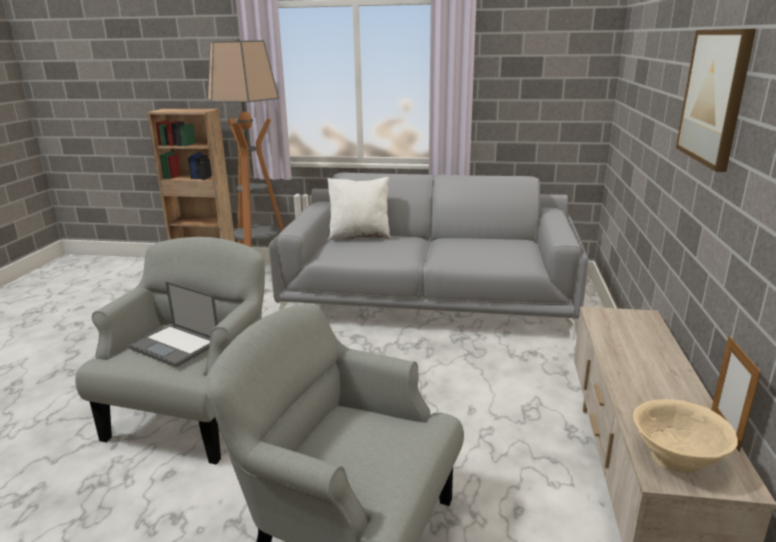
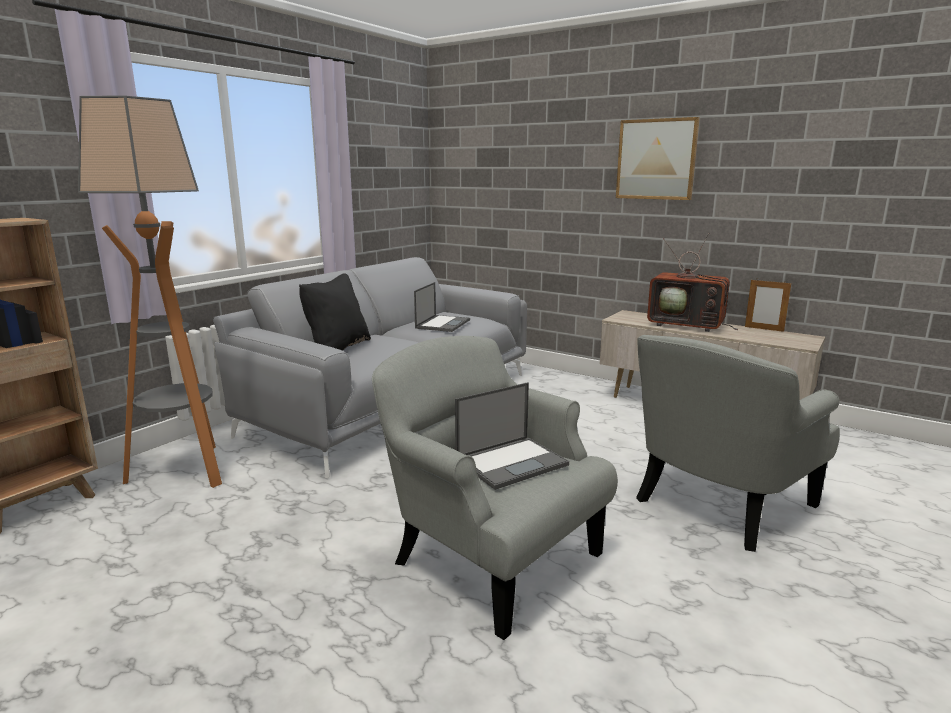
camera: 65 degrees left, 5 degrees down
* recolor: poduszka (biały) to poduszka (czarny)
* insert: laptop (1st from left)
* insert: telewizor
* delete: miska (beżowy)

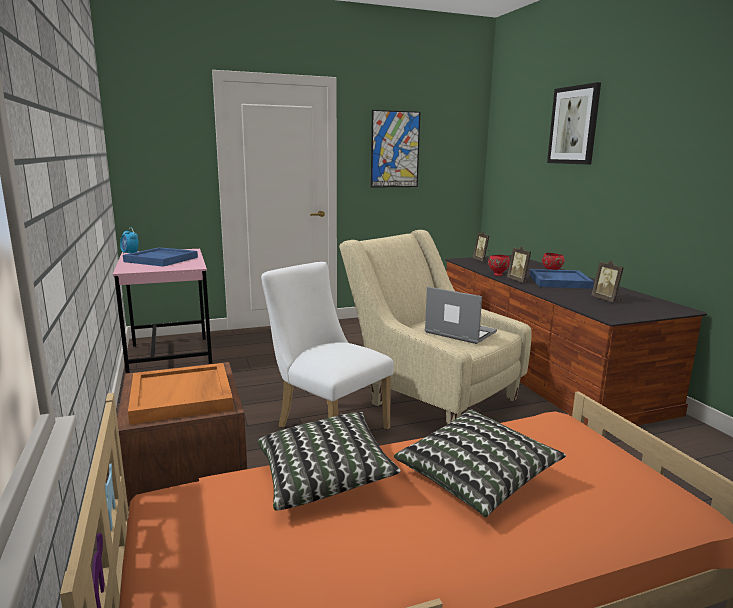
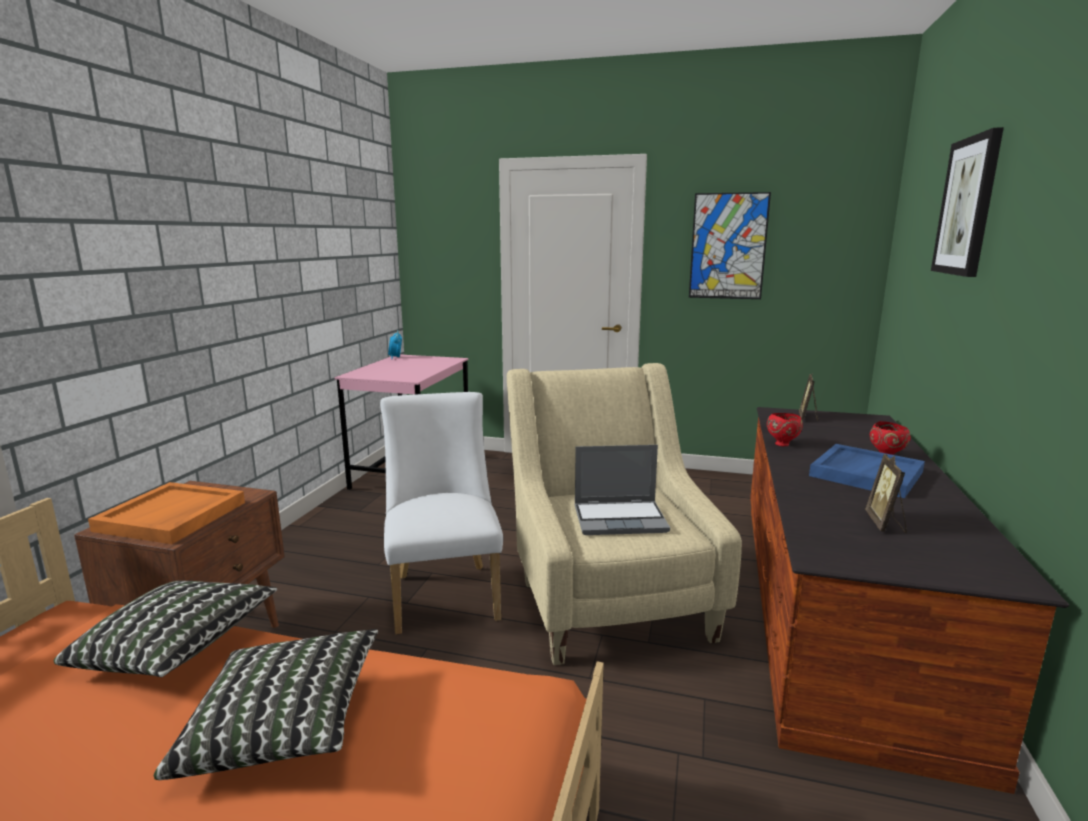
camera: 35 degrees right, 0 degrees up
* rotate: laptop 105 degrees clockwise
* delete: taca (niebieski) (1st from left)
* delete: ramka na zdjęcie (2nd from left)

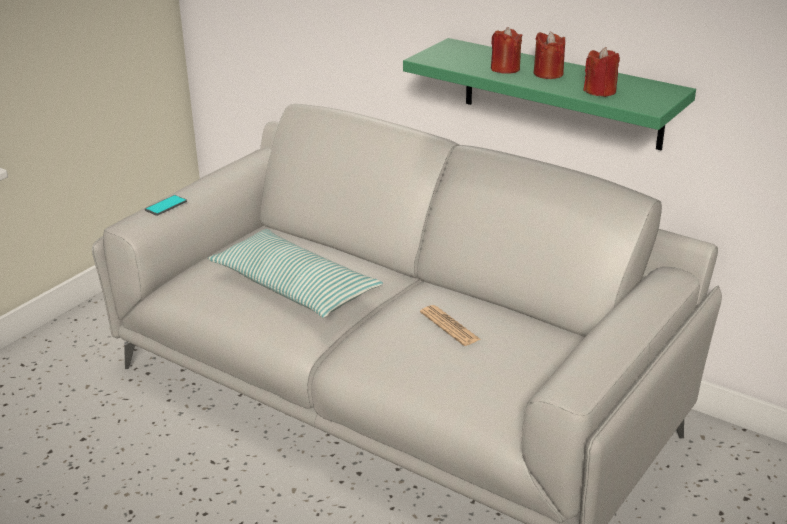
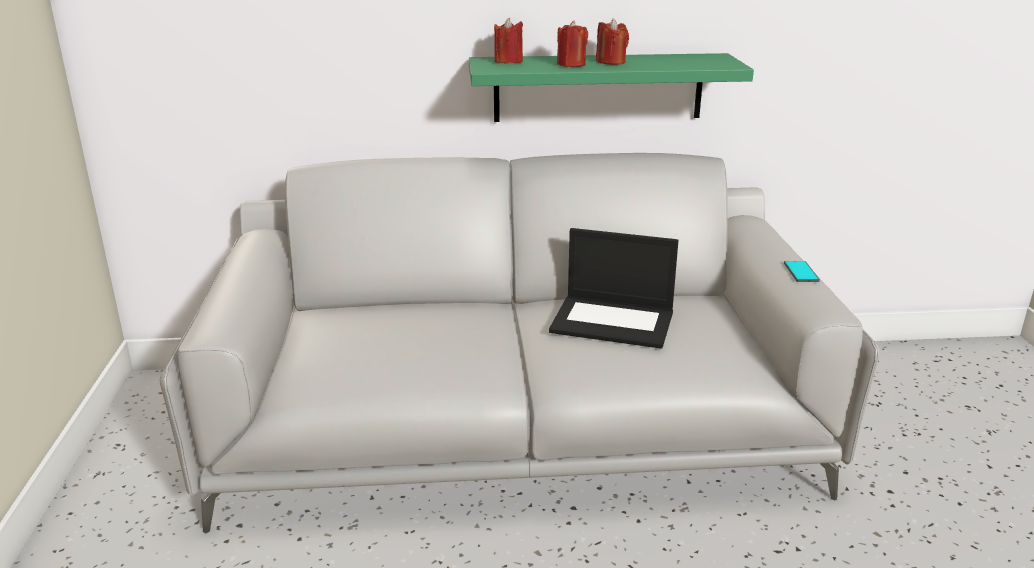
camera: 40 degrees left, 5 degrees down
* move: świeca (czerwony) (3rd from left in the first image) to świeca (czerwony) (1st from left)
* replace: gazeta to laptop
* move: telefon
* delete: poduszka

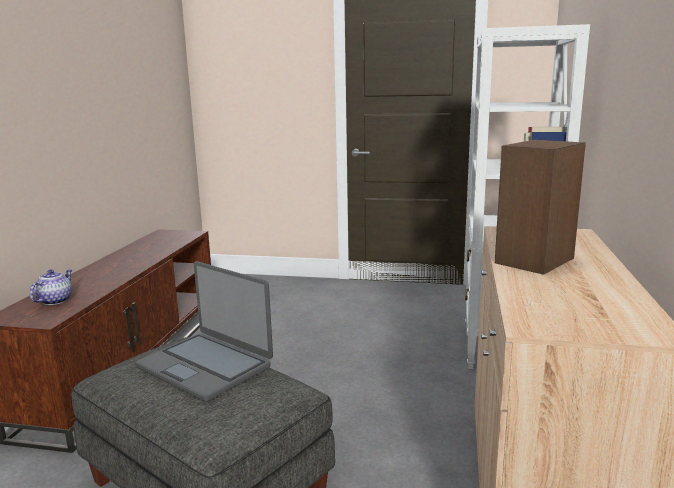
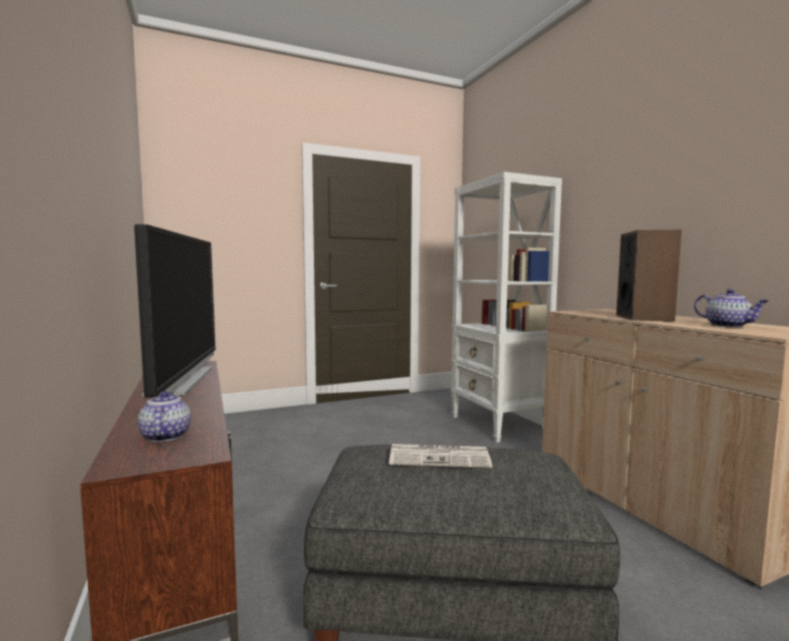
camera: 35 degrees left, 10 degrees down
* insert: telewizor
* replace: laptop to gazeta
* insert: imbryk (2nd from left)

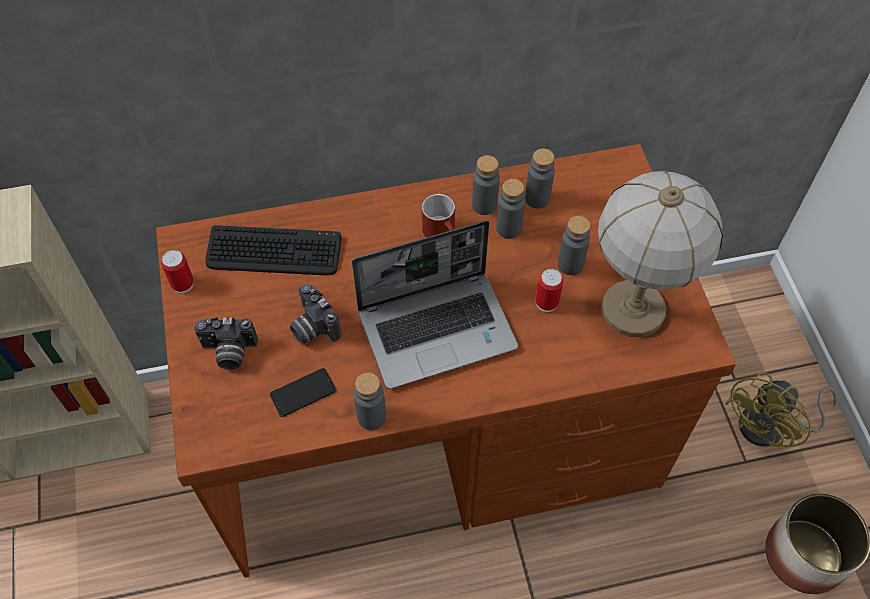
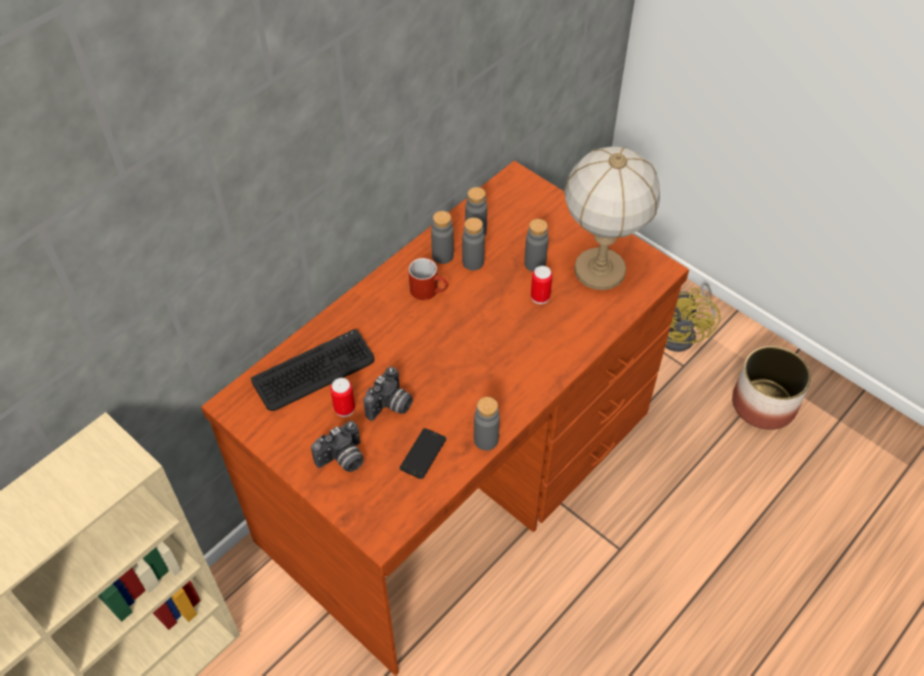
camera: 35 degrees left, 5 degrees down
* move: puszka (1st from left)
* rotate: aparat fotograficzny (2nd from left) 75 degrees counterclockwise
* delete: laptop

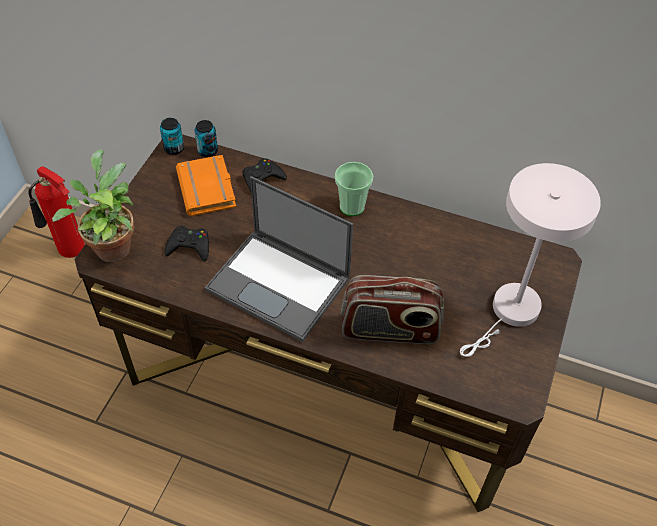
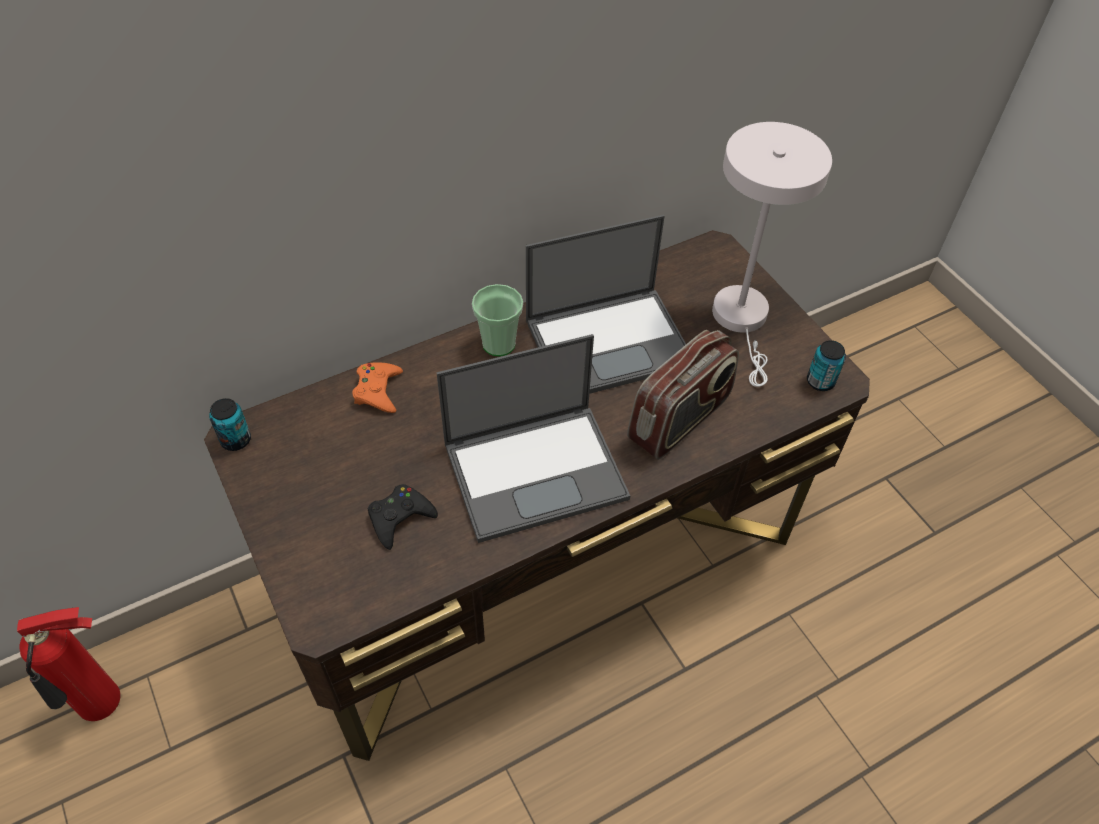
camera: 50 degrees left, 0 degrees up
* recolor: pad do gier (czarny) (2nd from left) to pad do gier (pomarańczowy)
* insert: laptop (2nd from left)
* move: puszka (2nd from left)
* delete: roślina doniczkowa
* delete: książka (pomarańczowy)

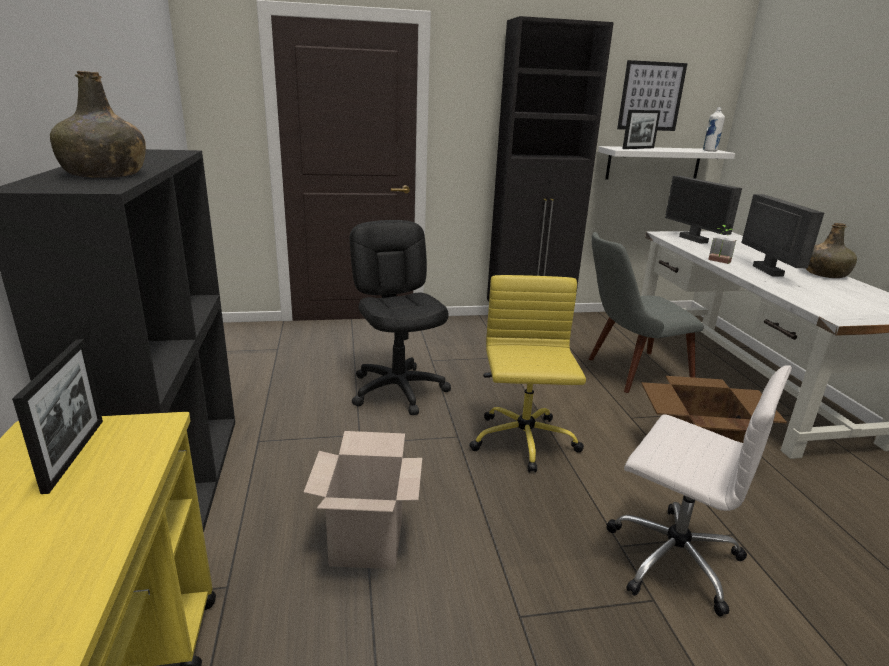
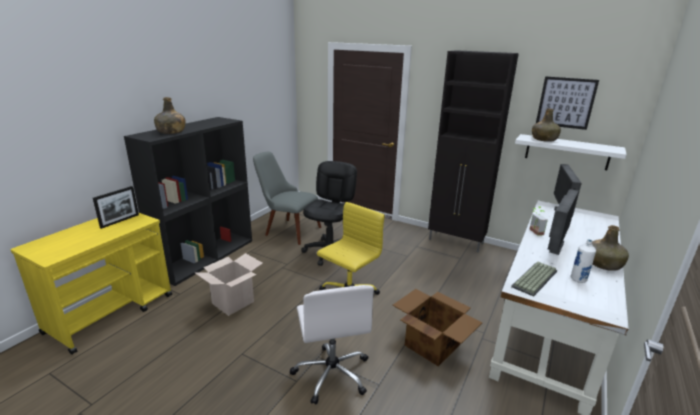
camera: 40 degrees right, 0 degrees up
* move: krzesło (szary)
* insert: klawiatura
* replace: ramka na zdjęcie (2nd from left) to butelka (zielony) (2nd from left)
* move: butelka (biały)

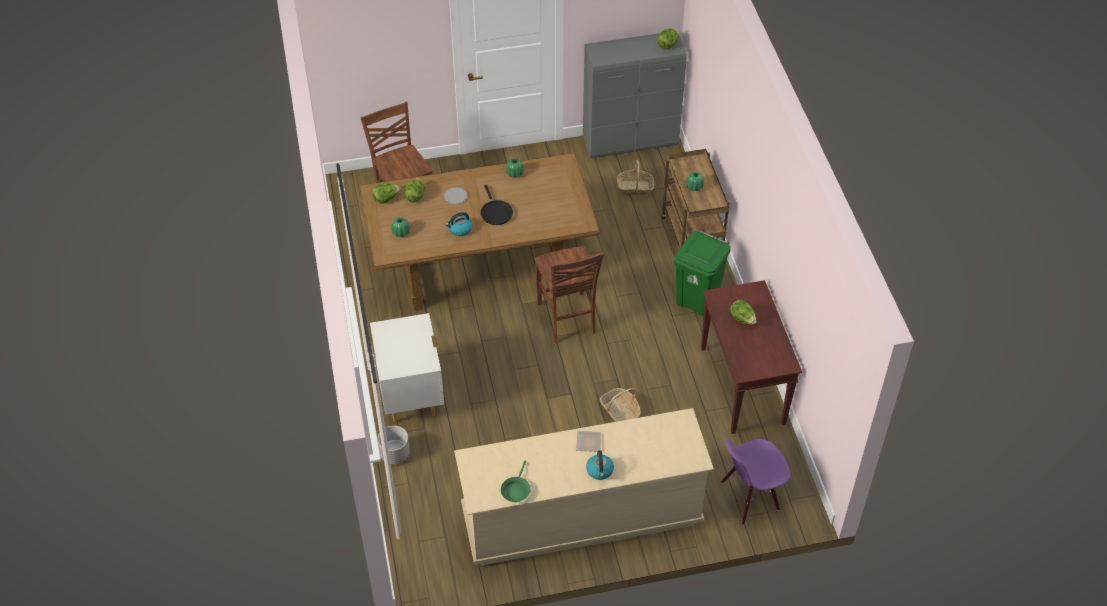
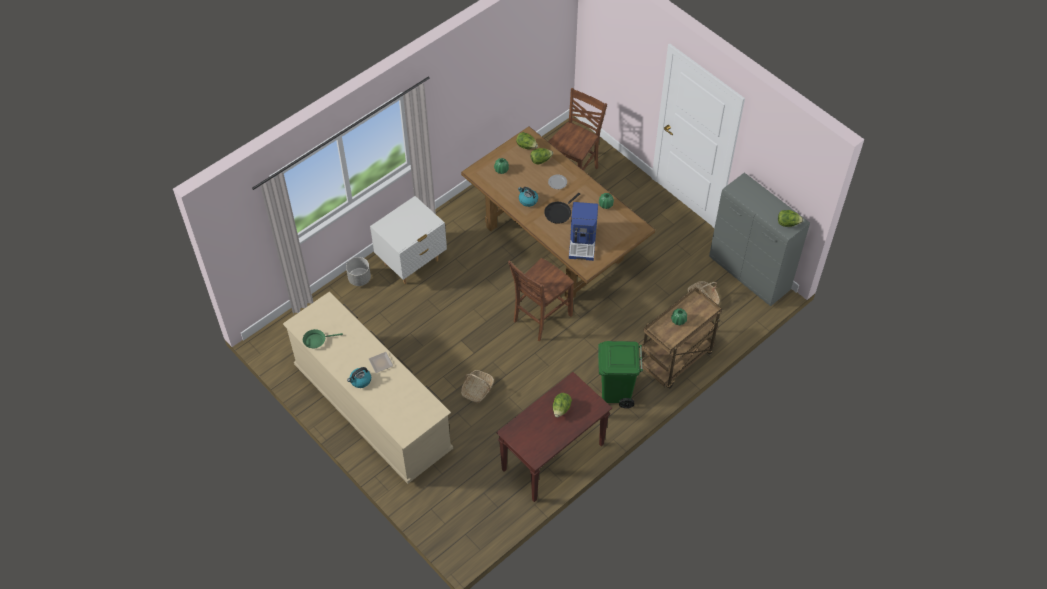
camera: 60 degrees right, 5 degrees up
* insert: ekspres do kawy
* delete: krzesło (fioletowy)

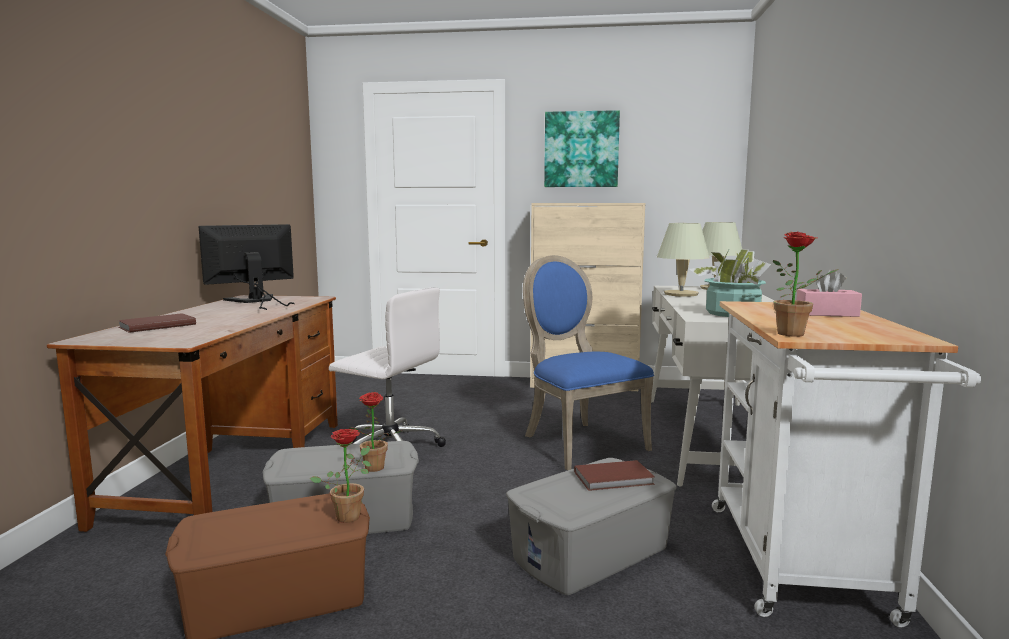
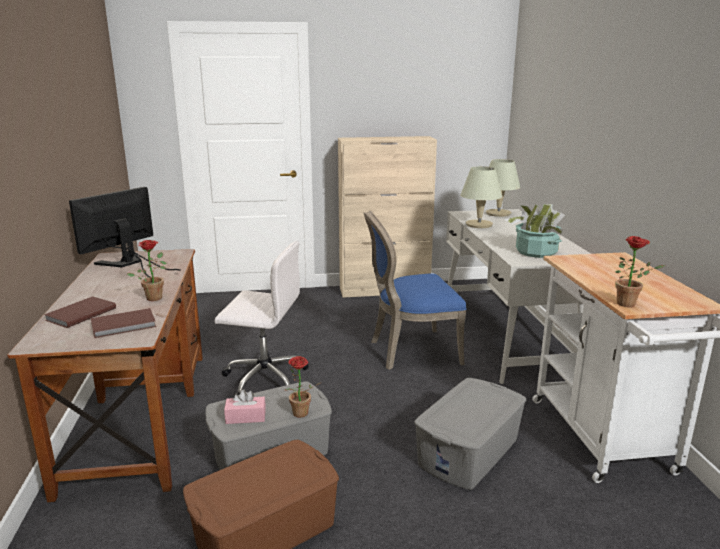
camera: 15 degrees left, 10 degrees up
* move: książka (brązowy) (2nd from left)
* move: roślina doniczkowa (1st from left)
* move: pudełko chusteczek (różowy)
* rotate: krzesło (niebieski) 60 degrees counterclockwise
* delete: obraz

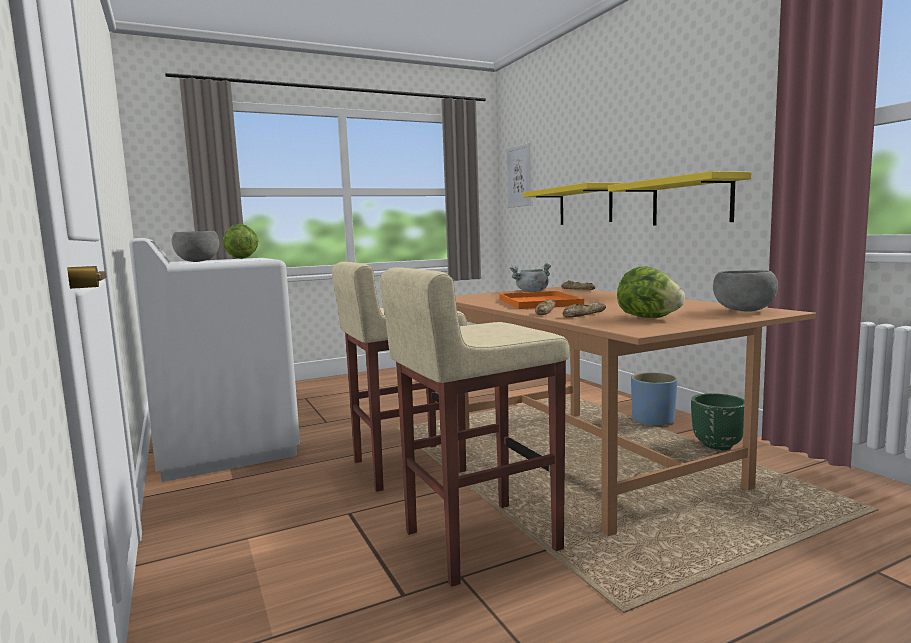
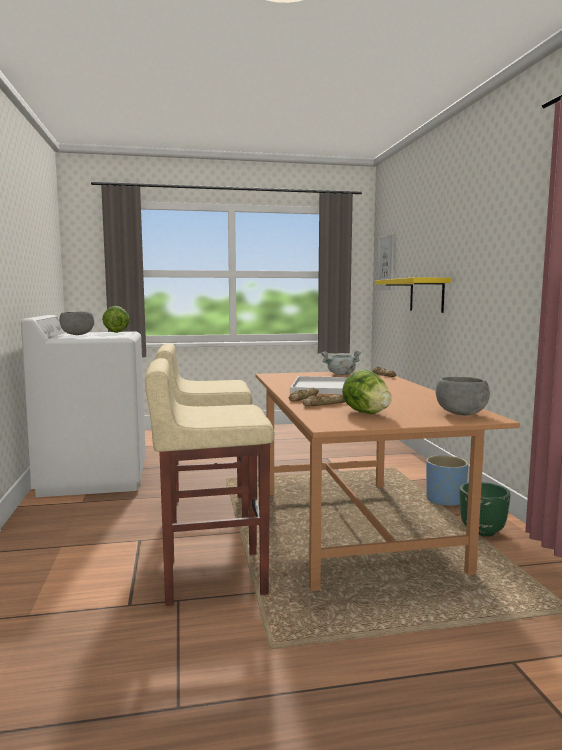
camera: 15 degrees right, 0 degrees up
* recolor: taca (pomarańczowy) to taca (biały)
* delete: półka (żółty) (2nd from left)

